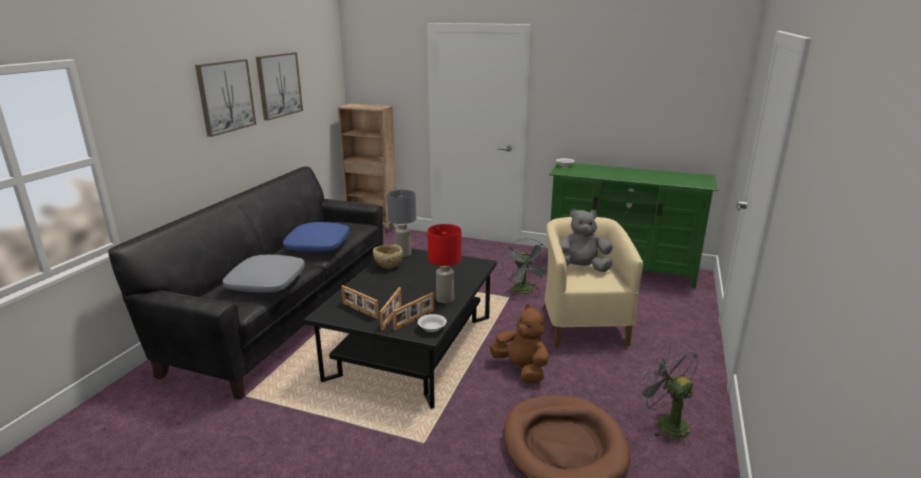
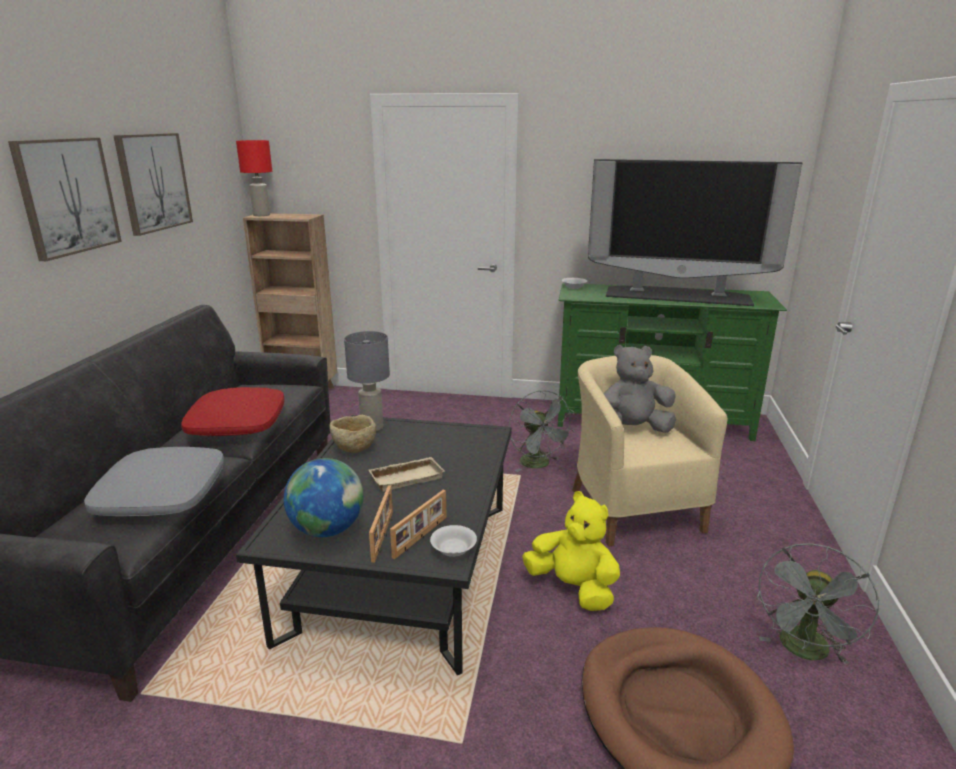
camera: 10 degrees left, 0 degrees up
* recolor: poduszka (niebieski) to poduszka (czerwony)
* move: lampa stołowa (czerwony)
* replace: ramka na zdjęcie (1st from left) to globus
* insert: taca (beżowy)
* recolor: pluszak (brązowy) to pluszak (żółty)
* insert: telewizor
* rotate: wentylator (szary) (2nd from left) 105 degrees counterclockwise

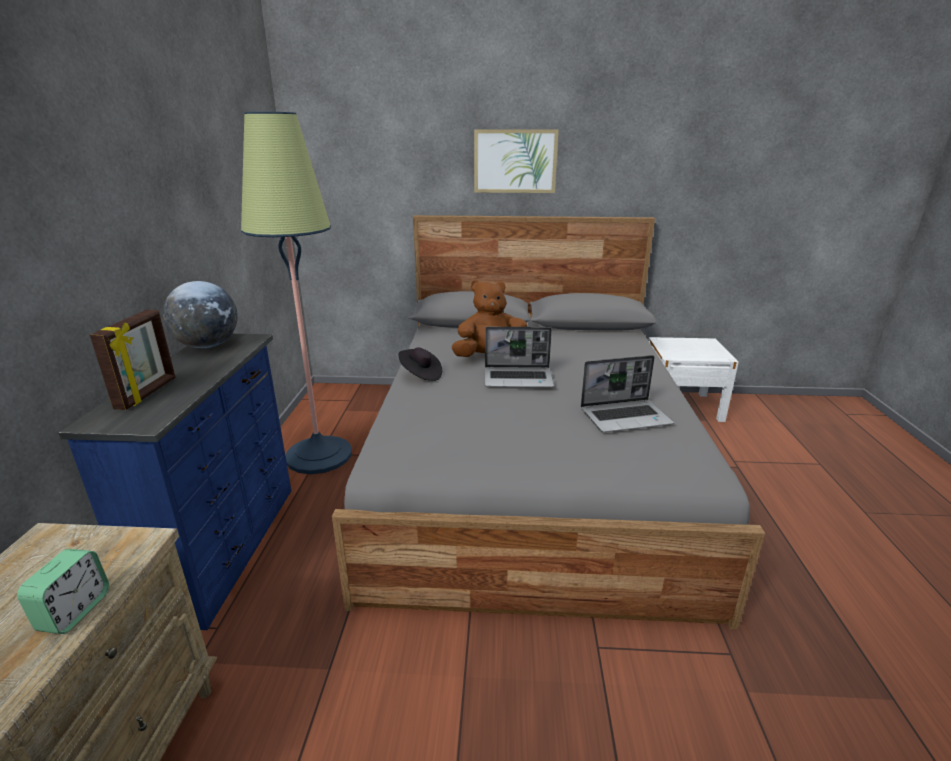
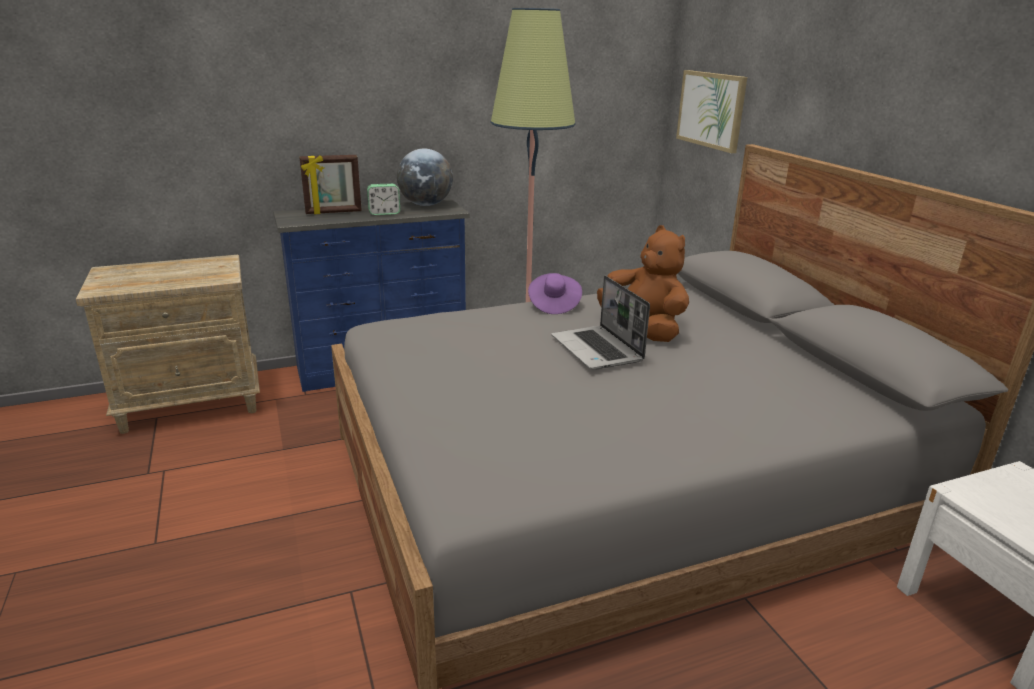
camera: 65 degrees right, 0 degrees up
* move: budzik
* recolor: kapelusz (czarny) to kapelusz (fioletowy)
* move: obraz
* delete: laptop (2nd from left)

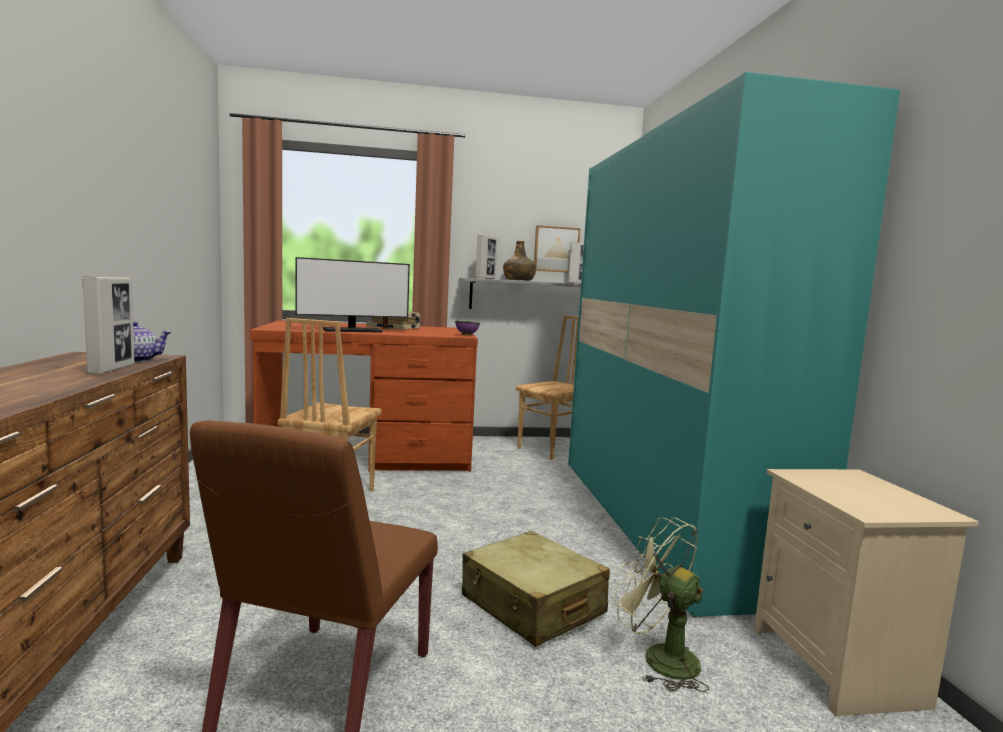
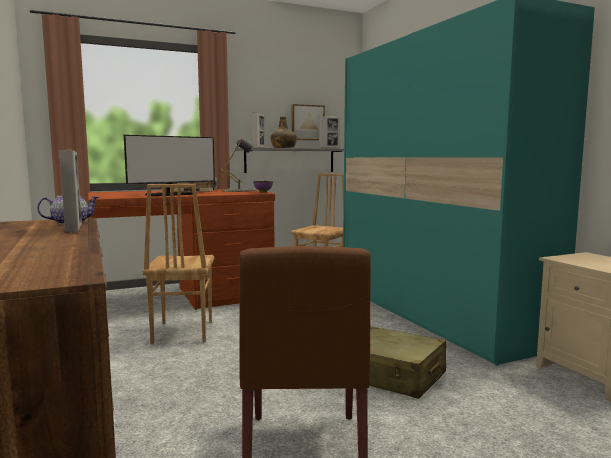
camera: 15 degrees left, 0 degrees up
* insert: lampa stołowa (szary)
* delete: wentylator (zielony)

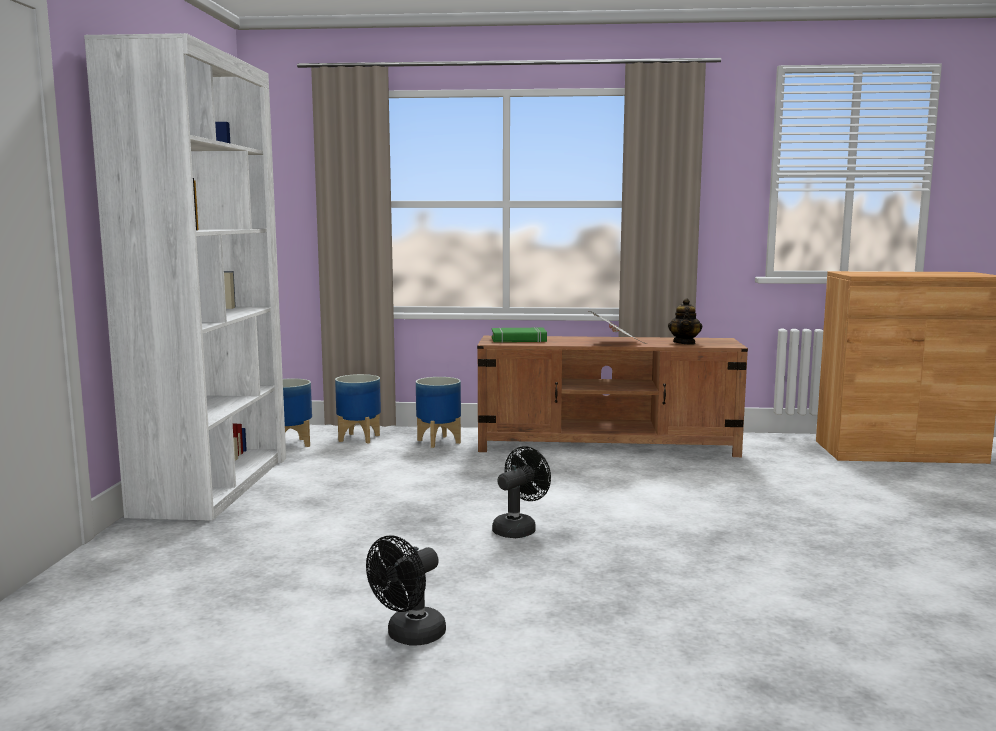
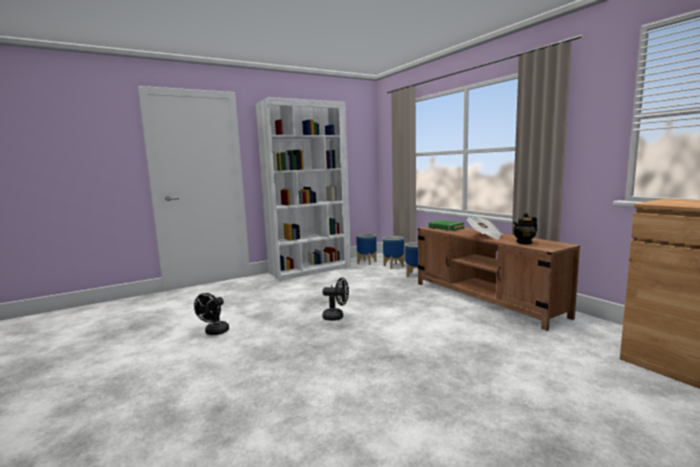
camera: 55 degrees right, 0 degrees up
* rotate: wentylator (czarny) (1st from left) 75 degrees counterclockwise

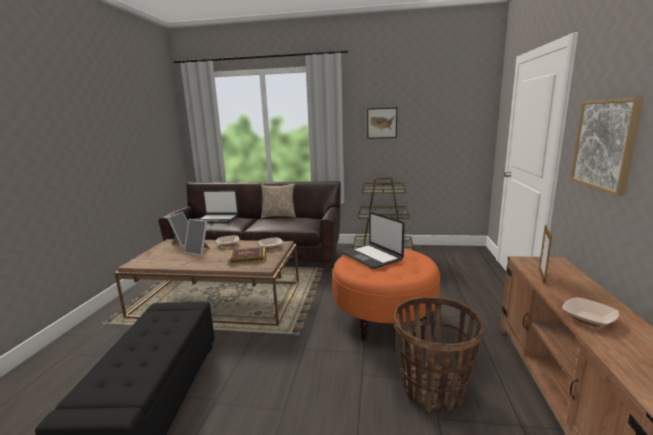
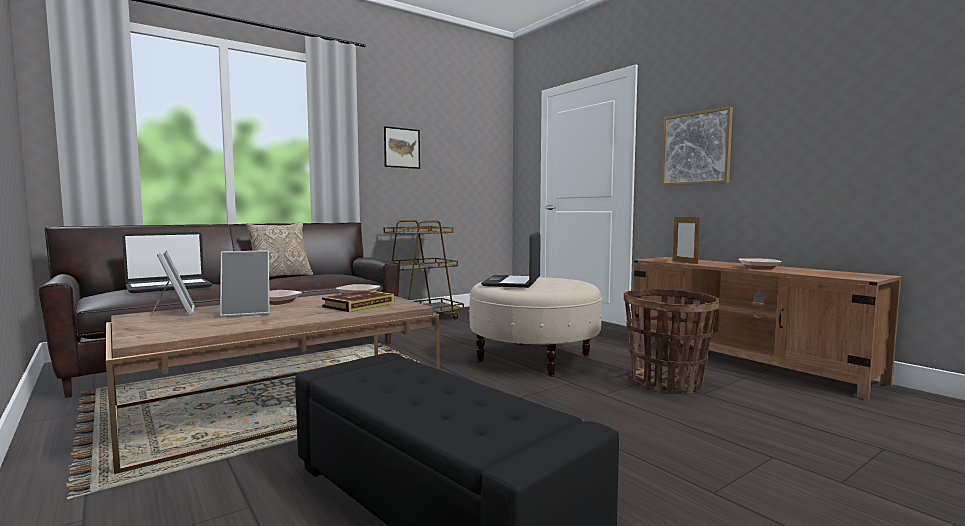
camera: 45 degrees left, 10 degrees down
* recolor: pufa (pomarańczowy) to pufa (beżowy)
* rotate: laptop (2nd from left) 90 degrees clockwise

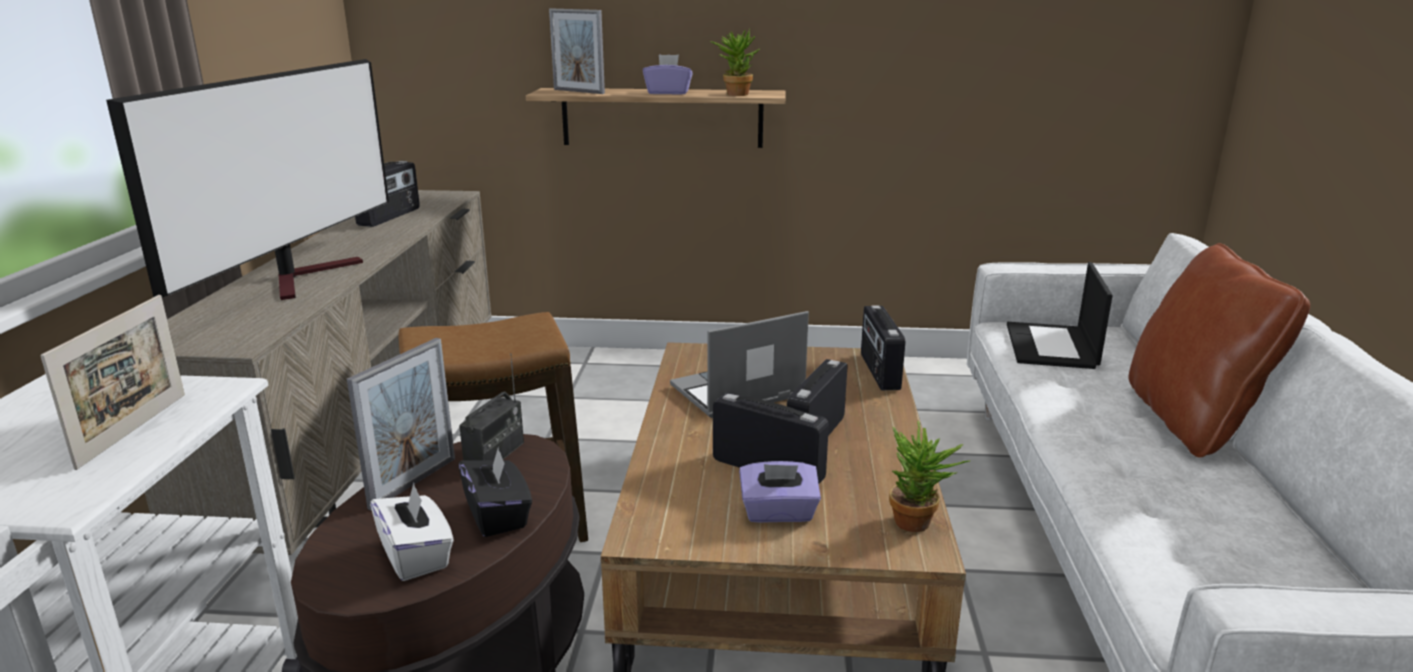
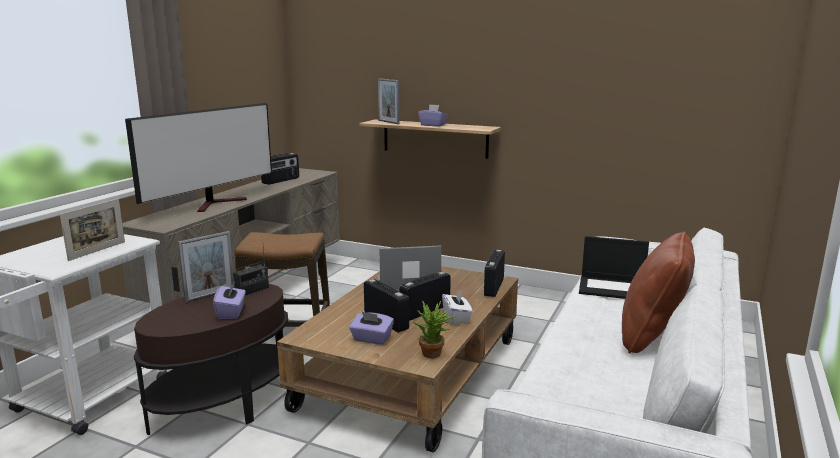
camera: 20 degrees right, 5 degrees down
* recolor: pudełko chusteczek (czarny) to pudełko chusteczek (fioletowy) (1st from left)
* move: pudełko chusteczek (biały)
* rotate: laptop (2nd from left) 105 degrees counterclockwise
* delete: roślina doniczkowa (1st from left)

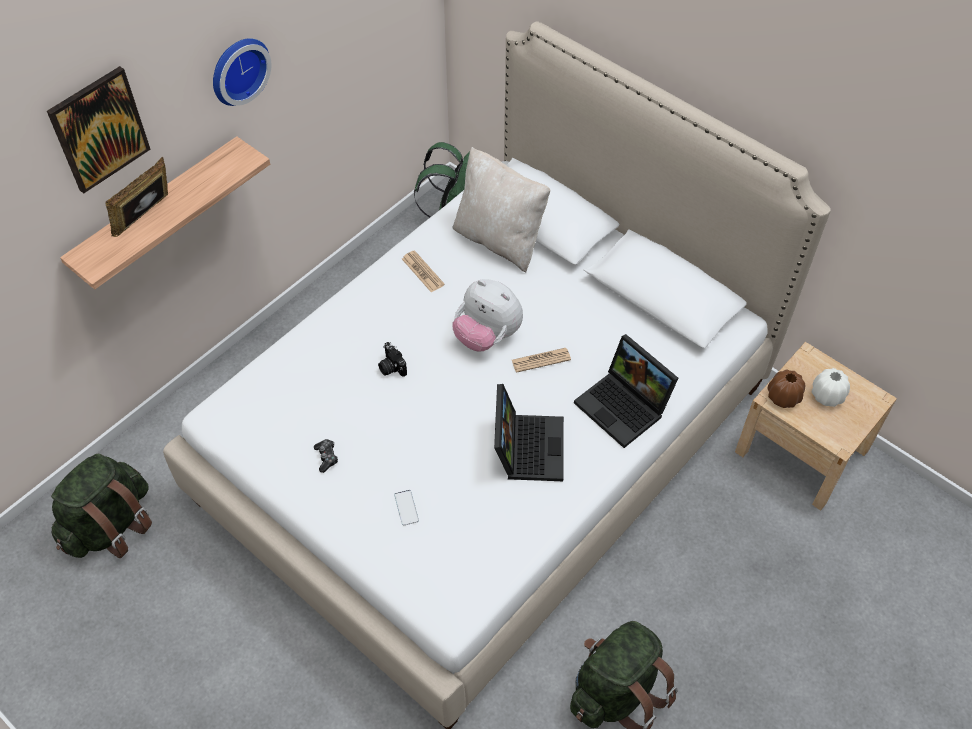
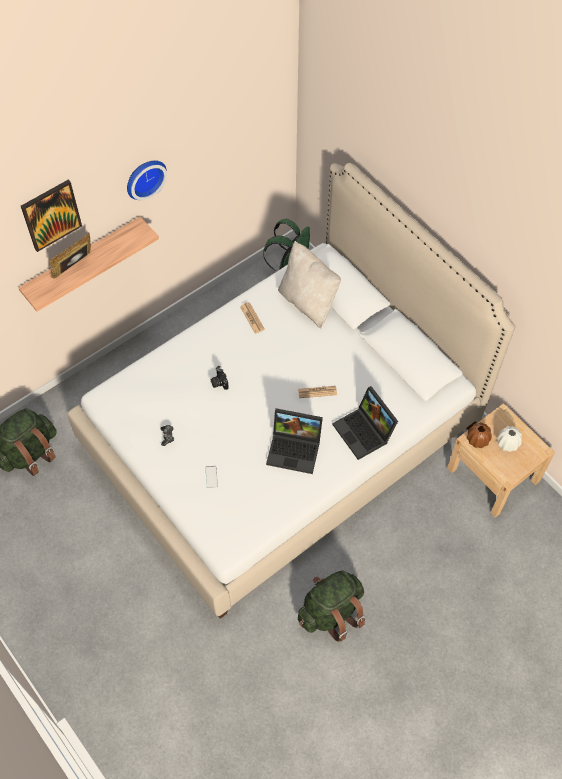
camera: 10 degrees right, 5 degrees up
* rotate: laptop (1st from left) 90 degrees clockwise
* delete: pluszak

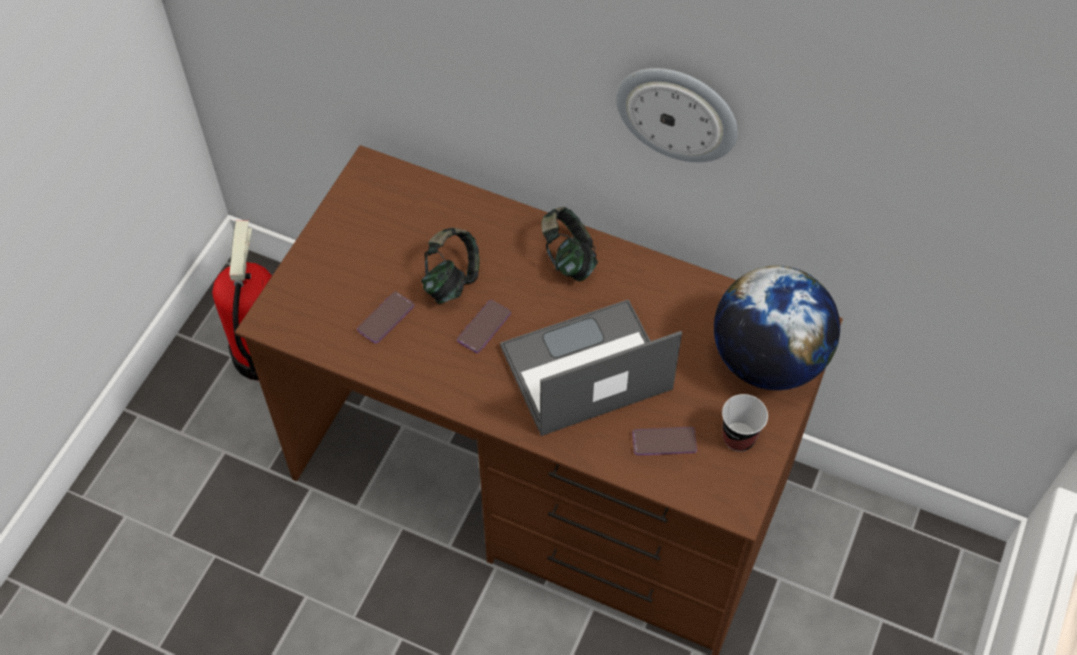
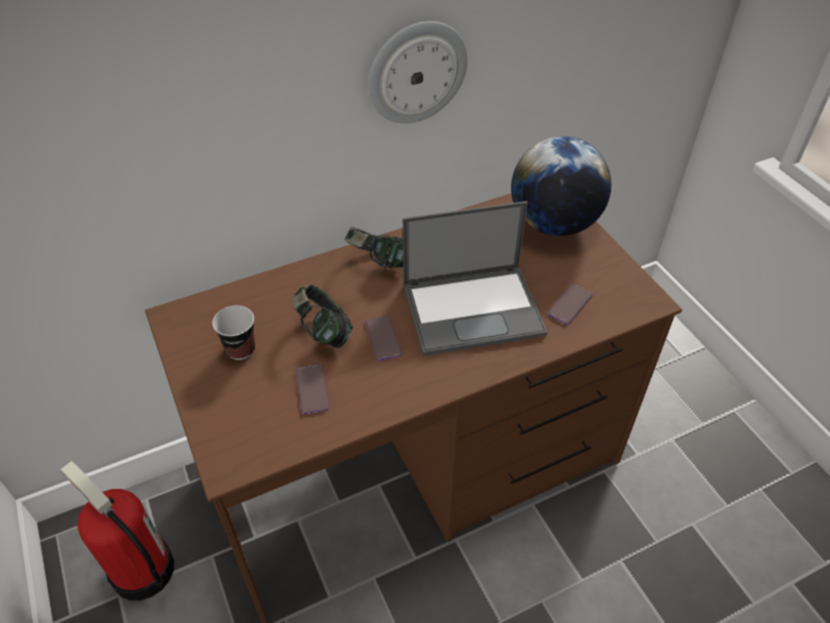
camera: 50 degrees left, 10 degrees down
* move: filiżanka
* rotate: laptop 120 degrees counterclockwise

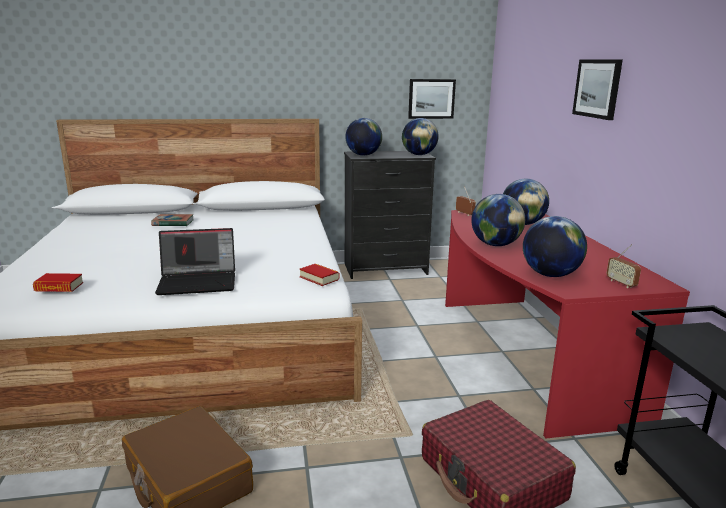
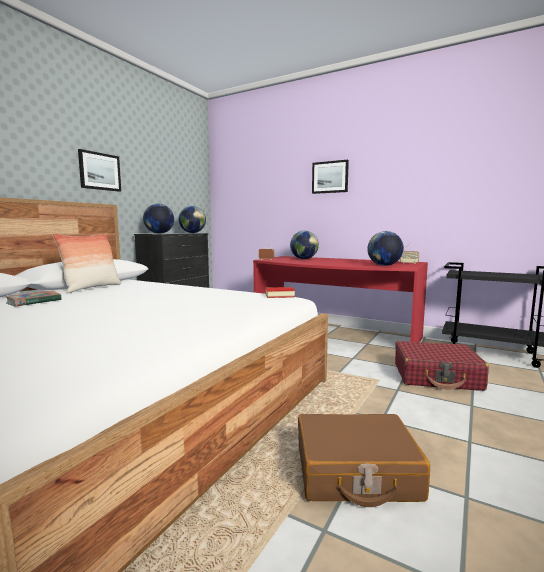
camera: 50 degrees left, 10 degrees down
* insert: poduszka
* move: obraz (1st from left)
* delete: książka (1st from left)
* delete: laptop
* delete: globus (3rd from left)

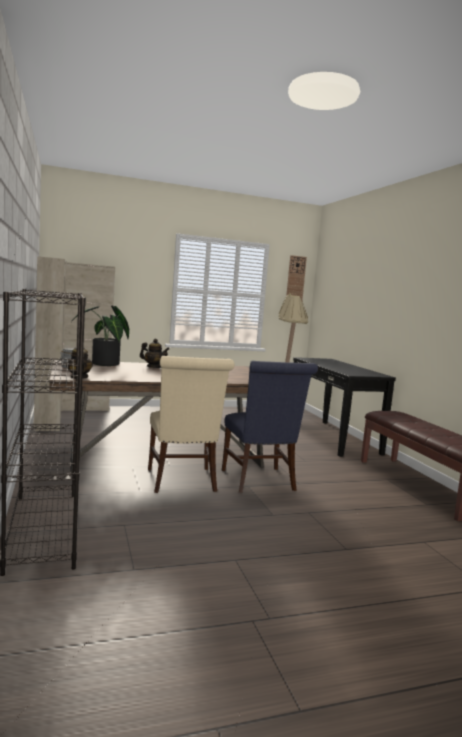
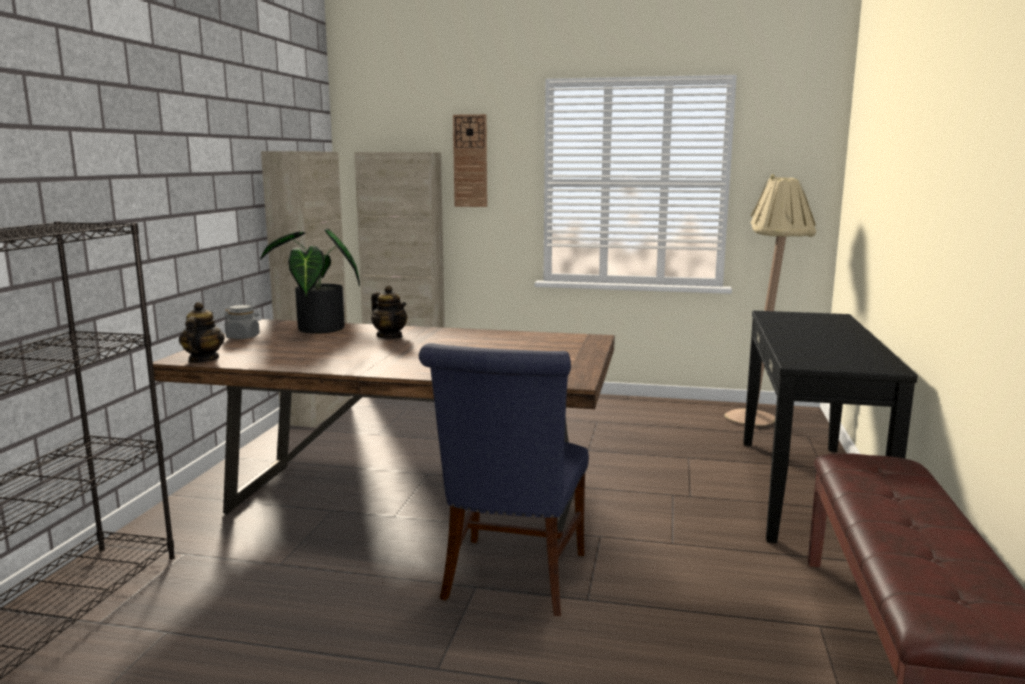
camera: 30 degrees right, 5 degrees up
* move: zegar ścienny
* delete: krzesło (beżowy)

